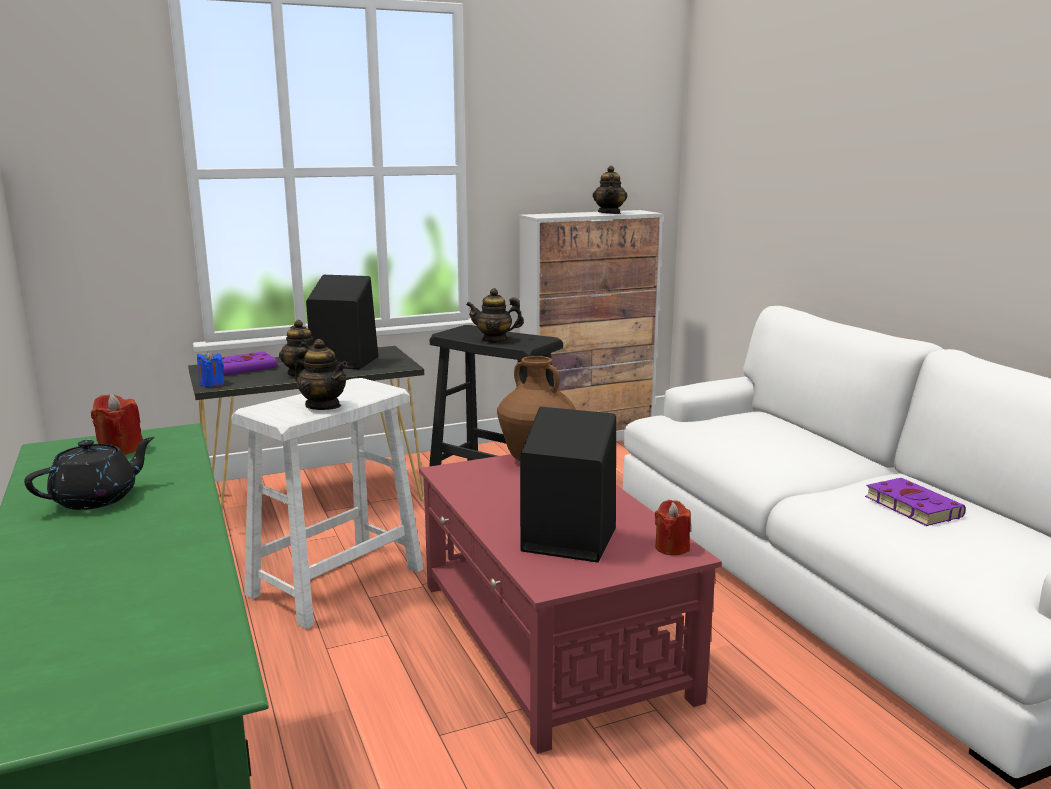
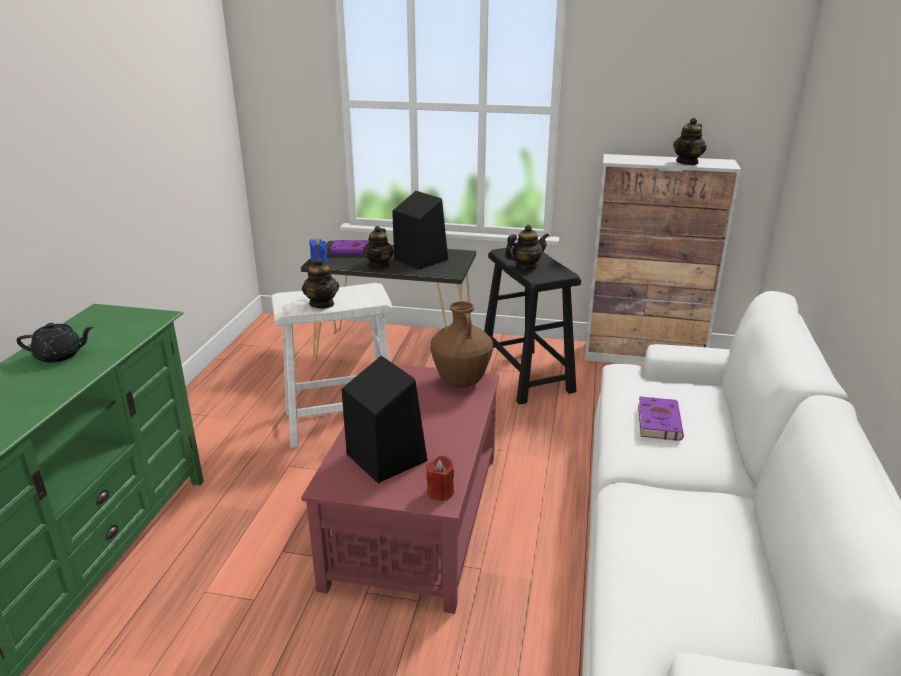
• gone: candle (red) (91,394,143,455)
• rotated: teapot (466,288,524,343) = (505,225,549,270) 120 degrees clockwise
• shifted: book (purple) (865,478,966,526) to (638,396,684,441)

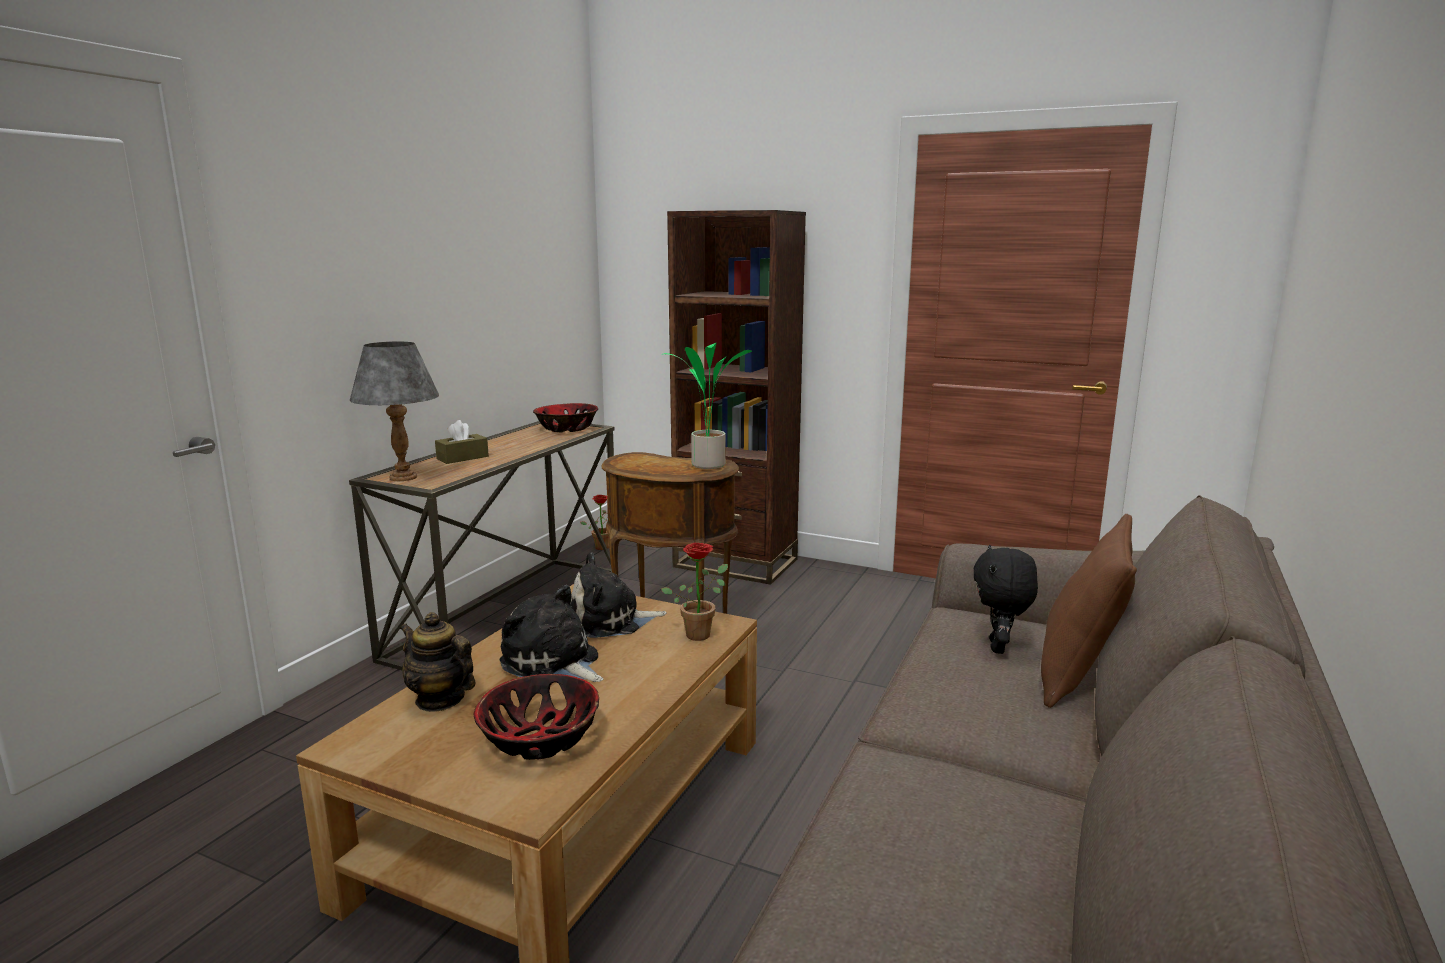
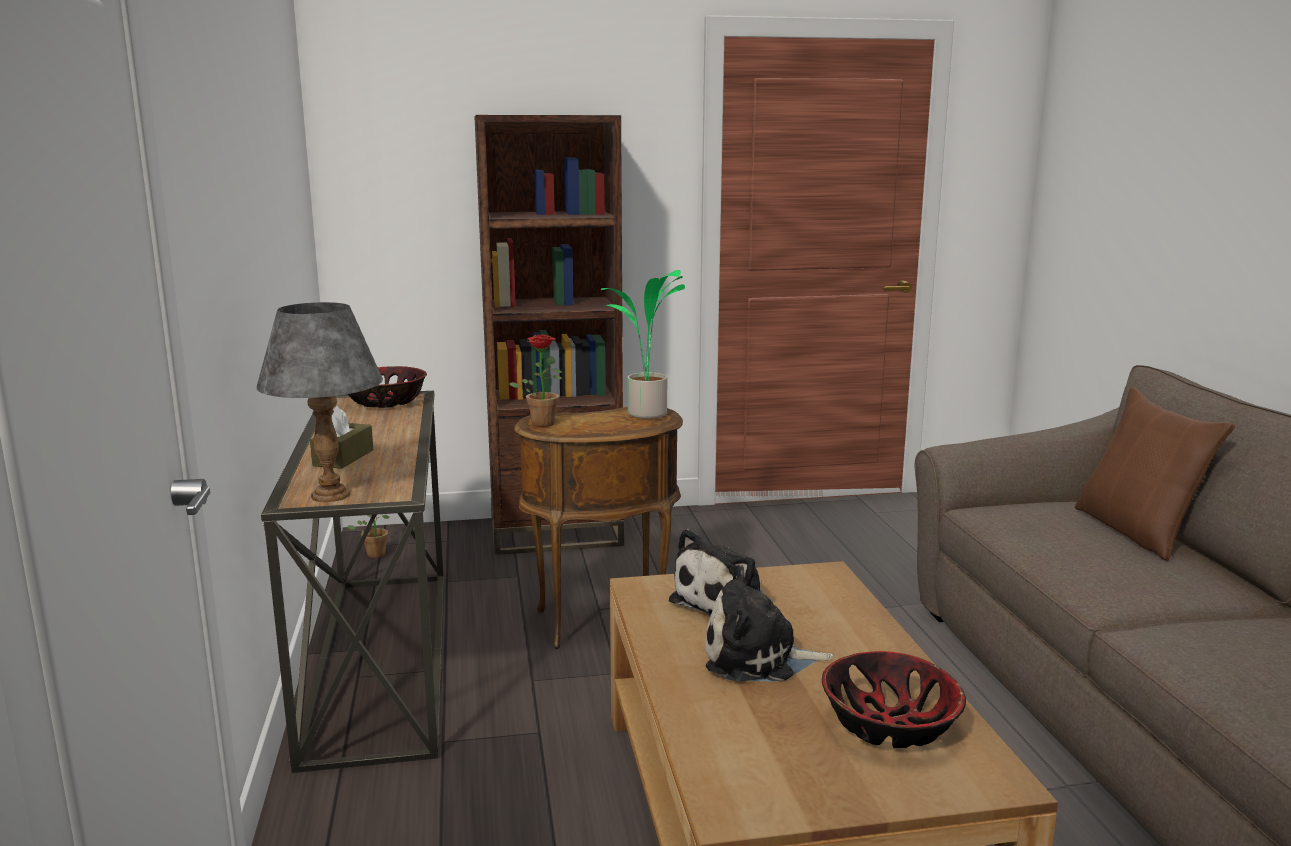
• gone: teapot (400,612,475,712)
• shifted: potted plant (661,543,728,641) to (509,334,562,427)
• gone: plush toy (black) (974,545,1038,654)

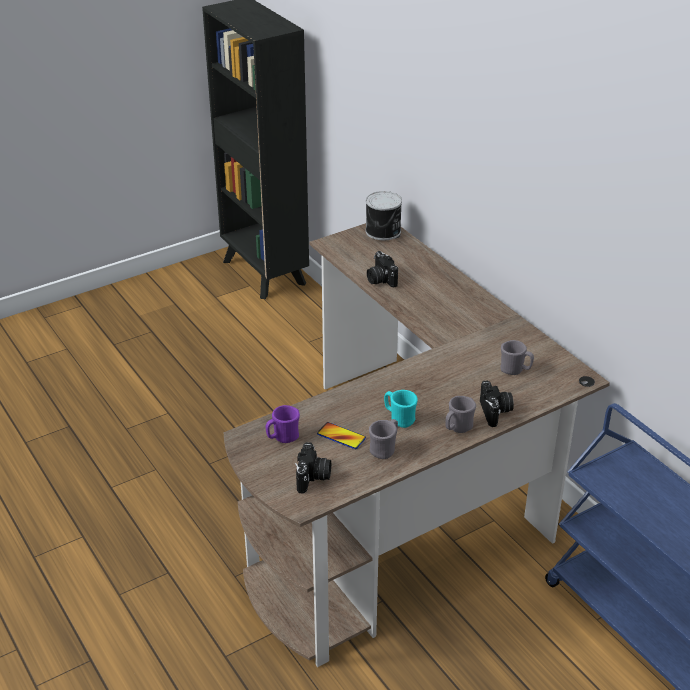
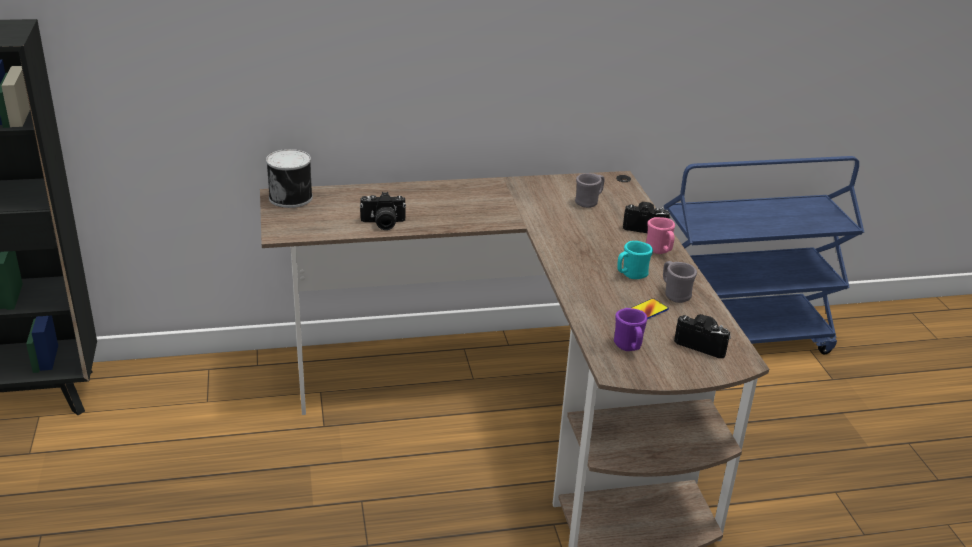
• repainted: mug (grey) (446,396,476,433) to mug (pink) (646,217,675,254)

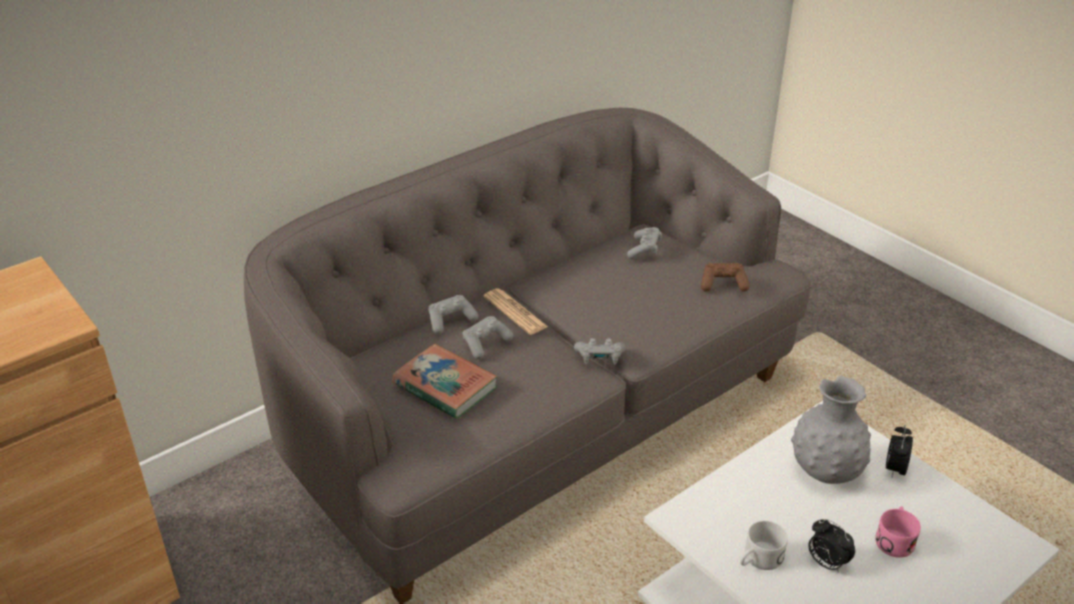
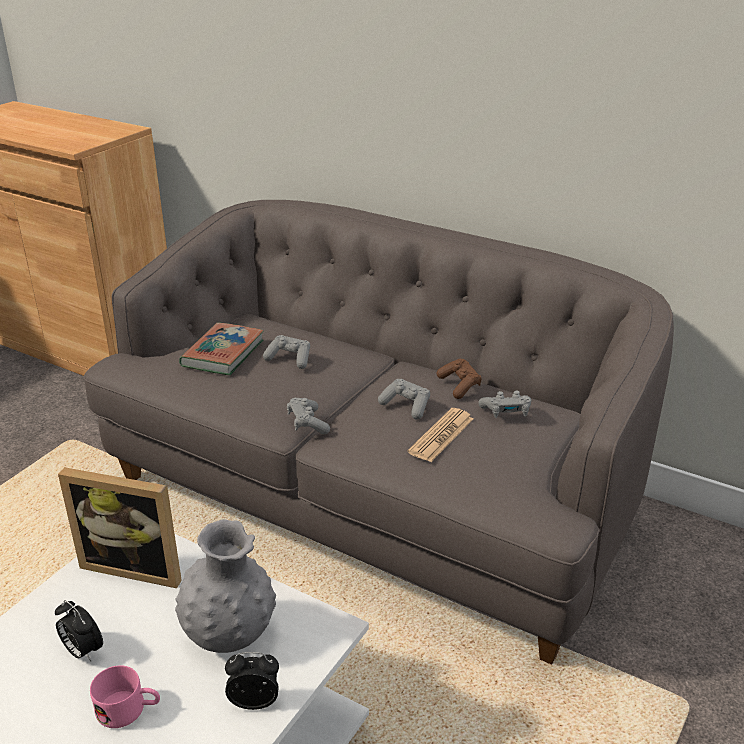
• shifted: game controller (grey) (428,295,479,334) to (378,379,430,420)
• shifted: newspaper (483,289,548,335) to (408,408,474,462)
• shifted: game controller (brown) (701,263,750,292) to (436,359,481,399)
• gone: mug (white) (740,521,788,570)
• rotated: alarm clock (808,519,855,573) = (55,600,103,661) 75 degrees counterclockwise
• new: picture frame (58,467,182,588)

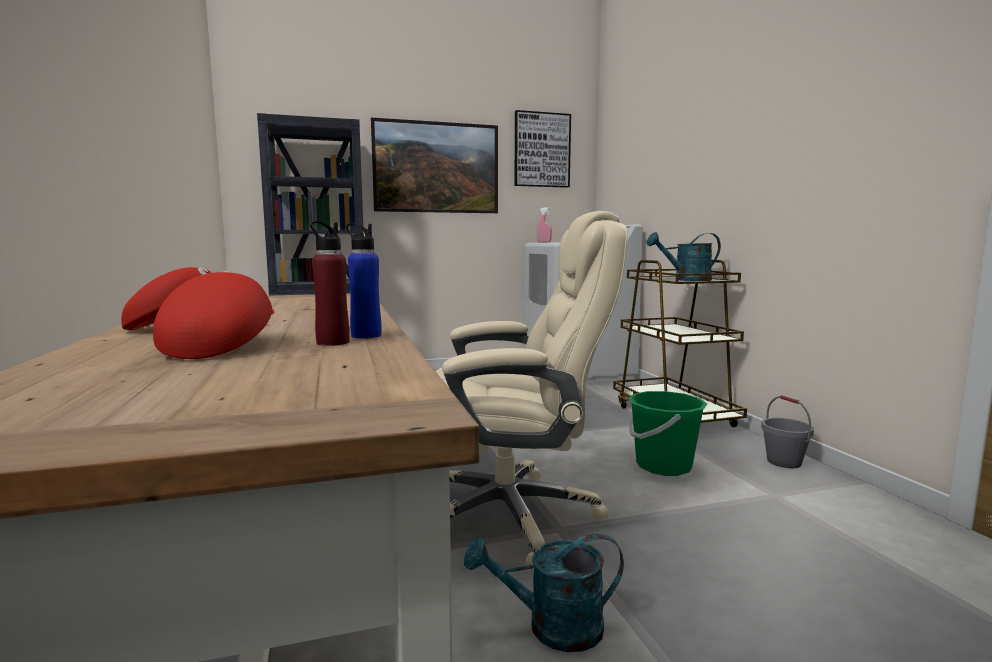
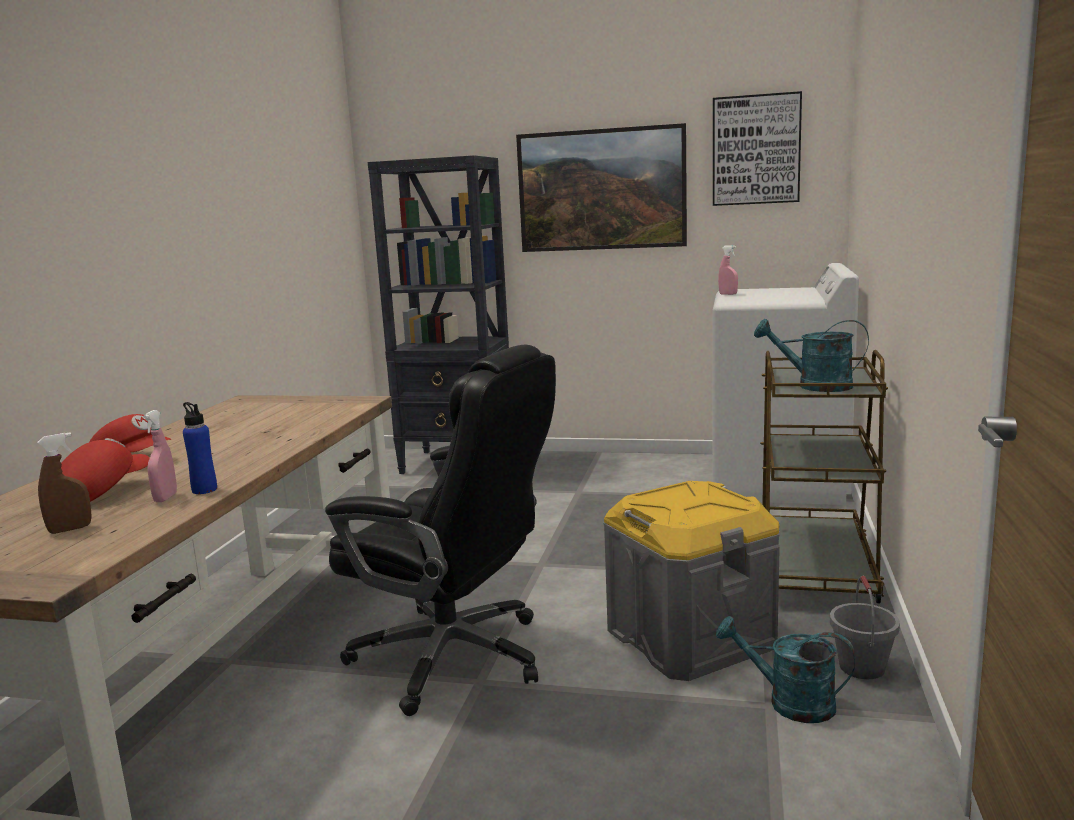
• swapped: bottle (red) (310,221,350,346) to spray bottle (pink) (143,410,177,502)
• repainted: office chair (beige) (436,211,628,570) to office chair (black) (325,345,556,716)
• shifted: watering can (turquoise) (464,533,624,652) to (716,616,856,723)
• swapped: bucket (green) (628,391,707,476) to storage box (grey) (603,481,780,681)
• new: spray bottle (brown) (37,432,92,534)

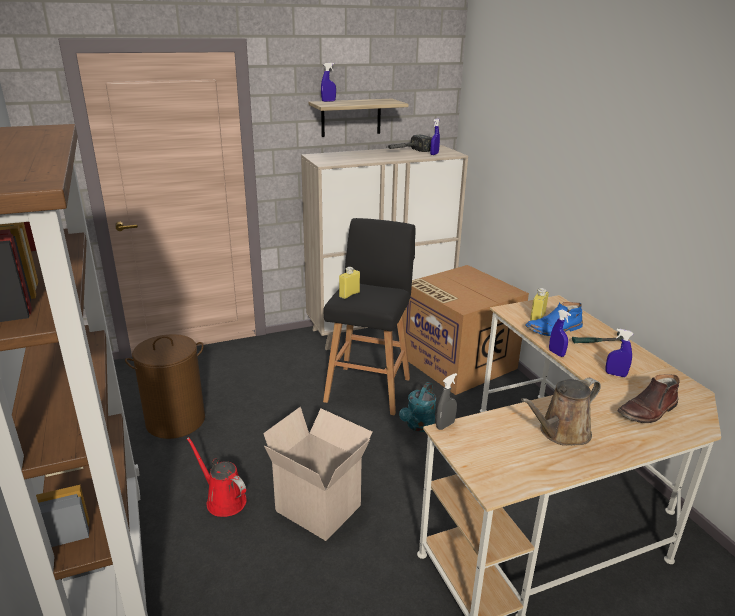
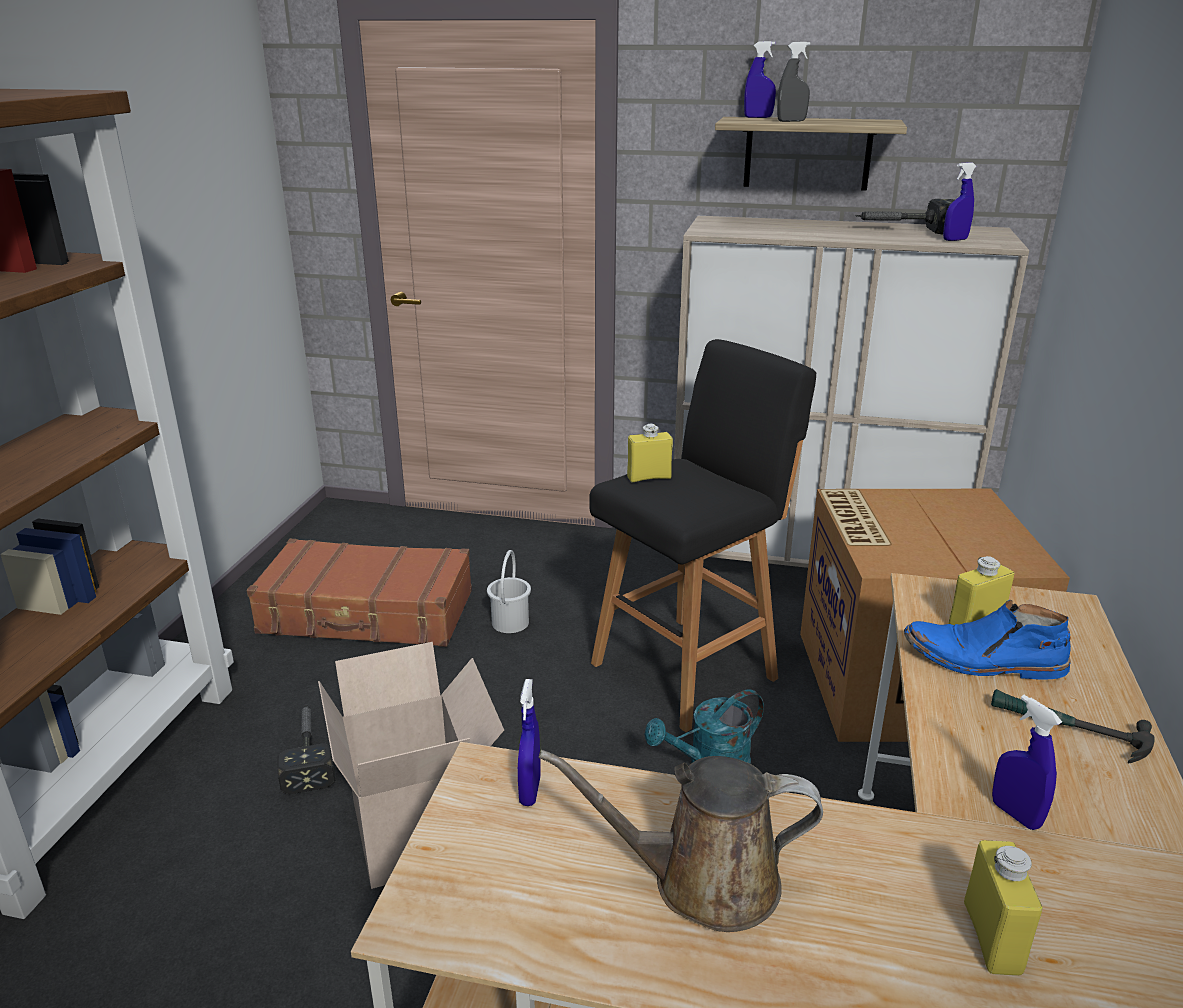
• swapped: laundry basket (brown) (125,334,205,439) to suitcase (brown) (247,539,472,647)
• swapped: watering can (red) (187,437,246,517) to hammer (277,705,335,794)
• shifted: spray bottle (grey) (436,373,457,430) to (777,42,811,122)
• shifted: spray bottle (blue) (549,310,571,357) to (518,679,541,806)
• swapped: boot (brown) (617,374,680,423) to bottle (yellow) (964,840,1043,976)
• new: bucket (white) (487,550,531,633)

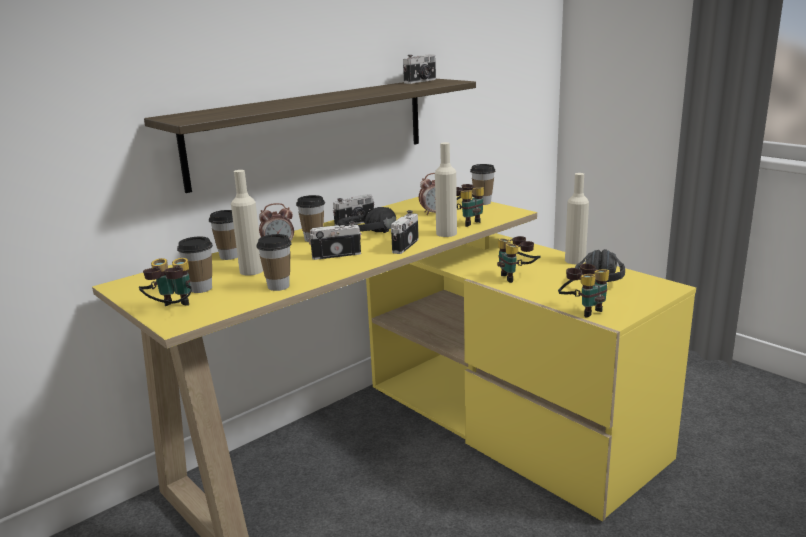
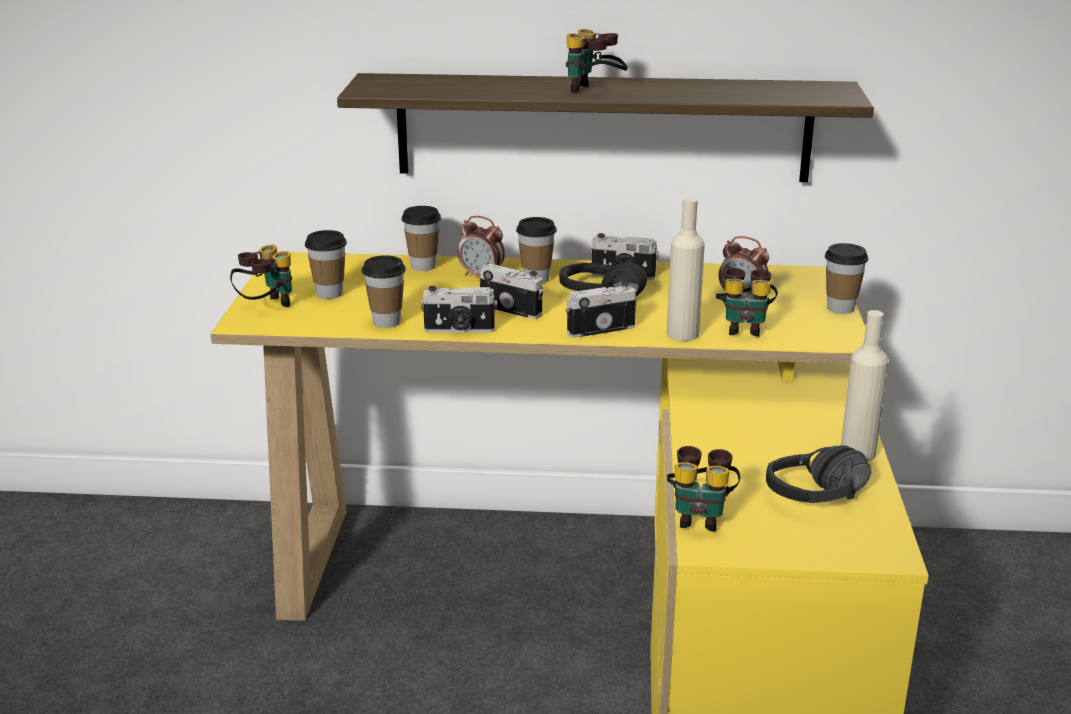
• gone: bottle (beige) (231,170,263,276)
• shifted: photo camera (403,54,436,84) to (420,286,497,332)
• shifted: binoculars (497,236,540,283) to (566,29,628,93)

